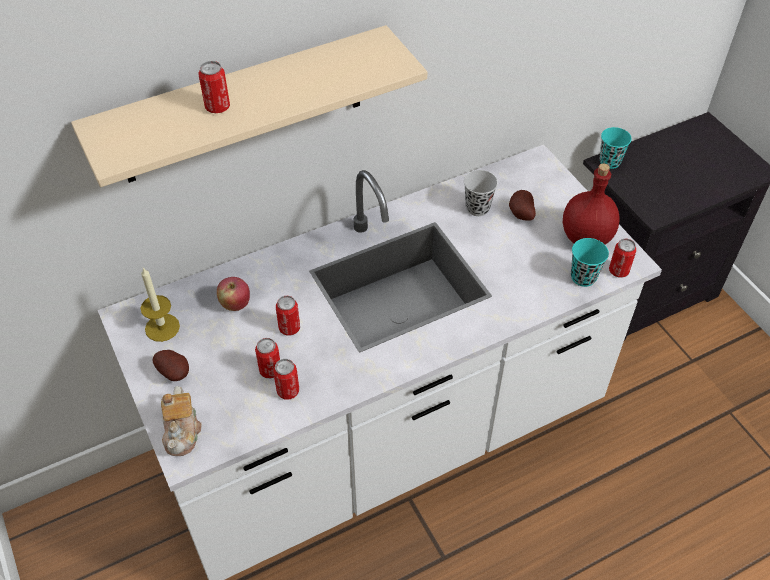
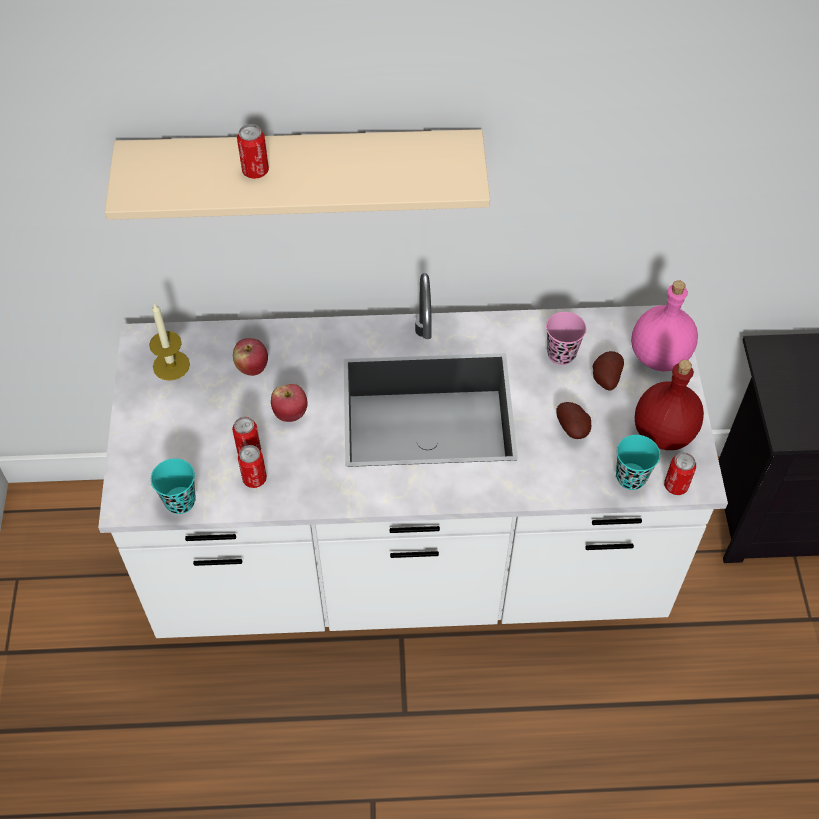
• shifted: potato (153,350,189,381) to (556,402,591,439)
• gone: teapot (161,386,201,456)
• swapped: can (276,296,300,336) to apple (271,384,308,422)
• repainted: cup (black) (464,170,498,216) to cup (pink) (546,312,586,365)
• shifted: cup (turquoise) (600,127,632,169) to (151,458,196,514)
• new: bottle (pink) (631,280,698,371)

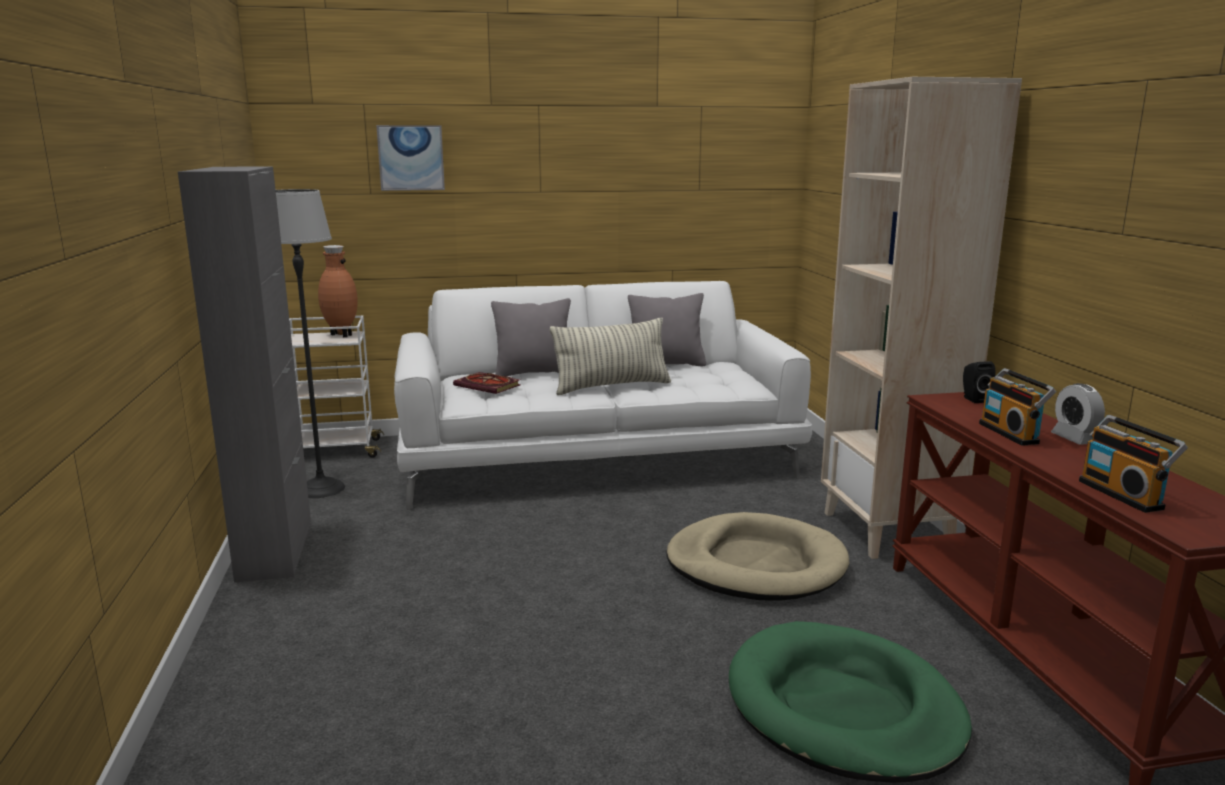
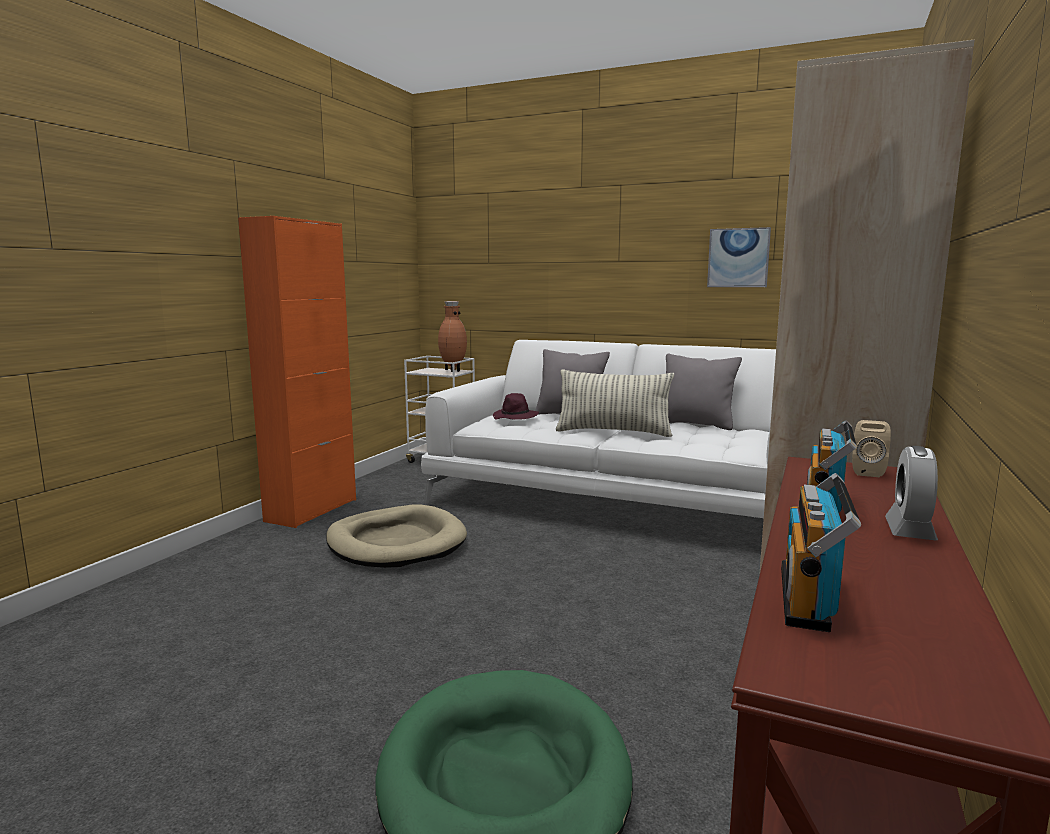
• repainted: cabinet (grey) (178,166,311,582) to cabinet (orange) (238,216,356,528)
• gone: floor lamp (276,189,345,498)
• shifted: picture (376,125,445,191) to (707,227,771,287)
• swapped: book (453,372,521,394) to hat (purple) (493,393,539,420)
• shifted: dog bed (beige) (666,512,849,601) to (326,504,467,568)
• repainted: speaker (black) (963,361,996,403) to speaker (beige) (852,420,891,477)

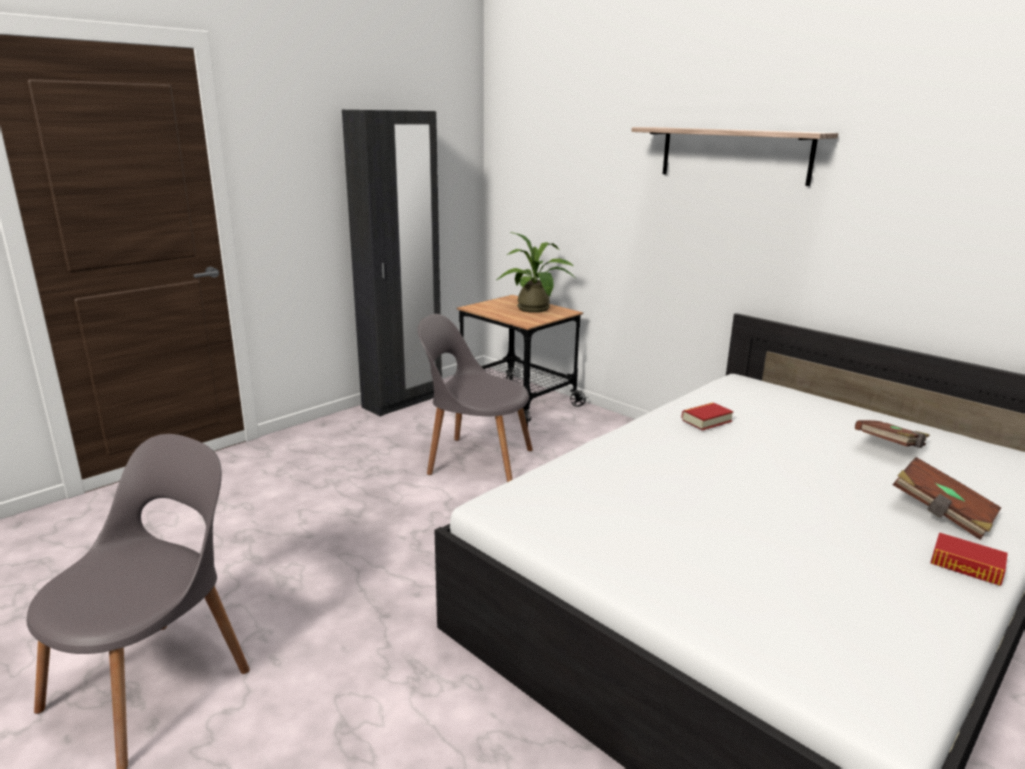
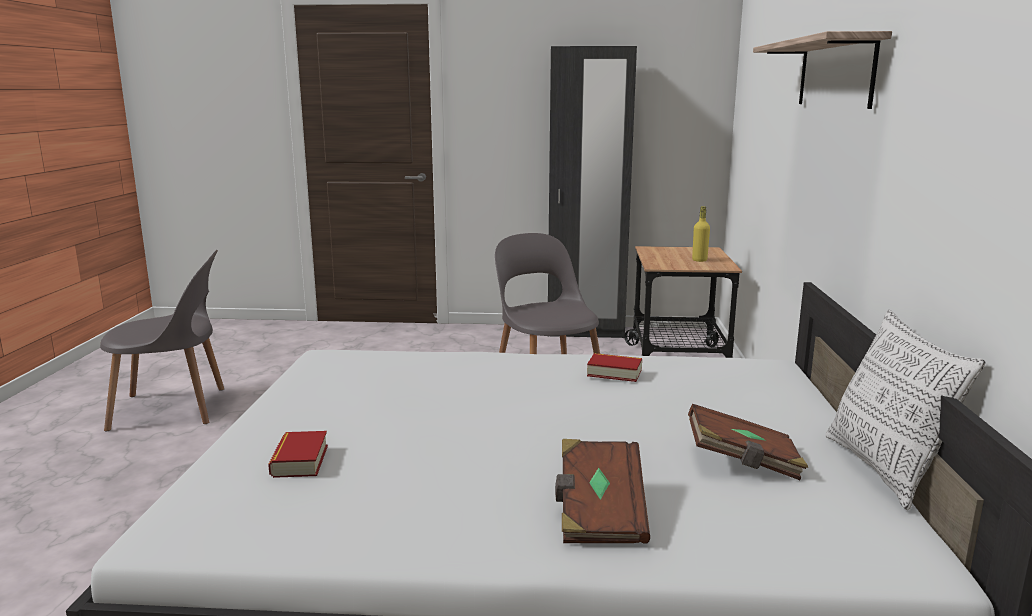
• swapped: potted plant (496,232,576,313) to bottle (yellow) (692,206,710,262)
• shifted: book (931,532,1008,586) to (268,431,328,478)
• new: pillow (825,310,985,510)

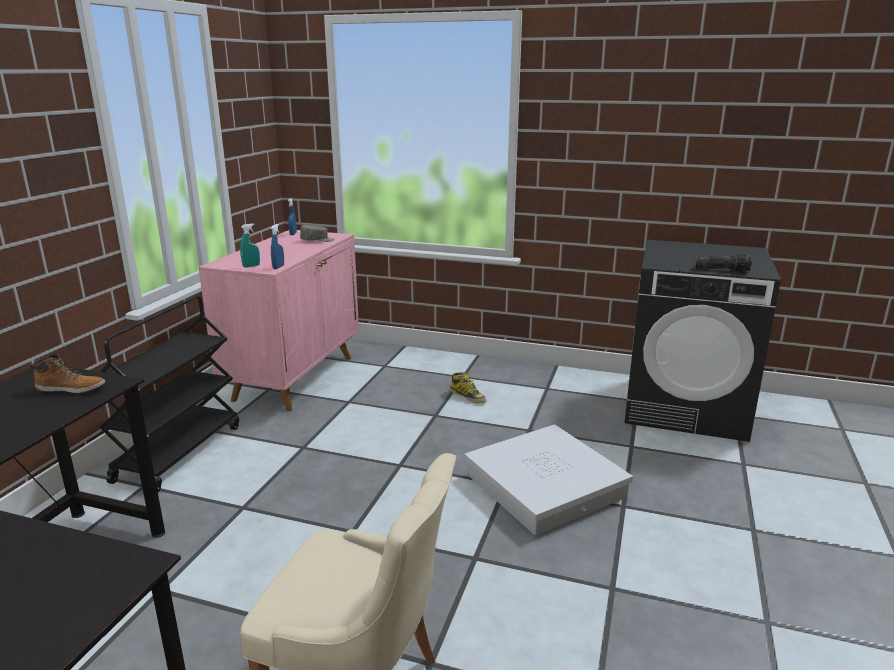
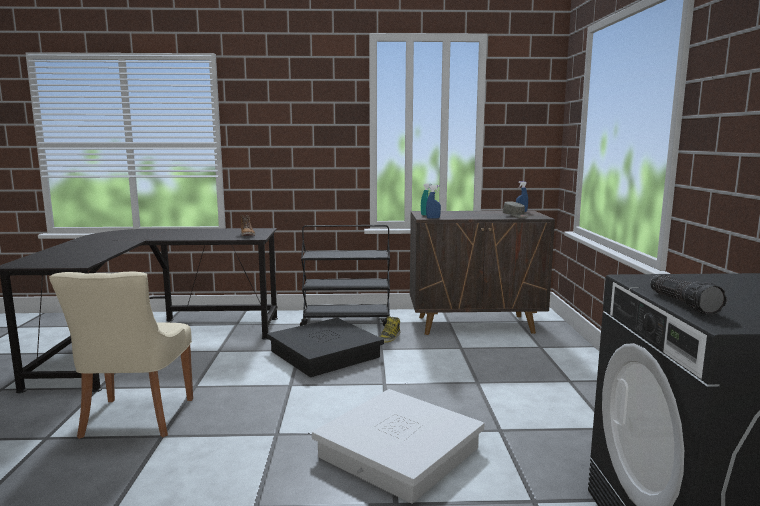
• repainted: cabinet (pink) (198,230,359,411) to cabinet (brown) (410,211,555,335)
• shifted: boot (450,372,487,403) to (380,316,400,343)
• new: storage box (black) (267,318,384,377)

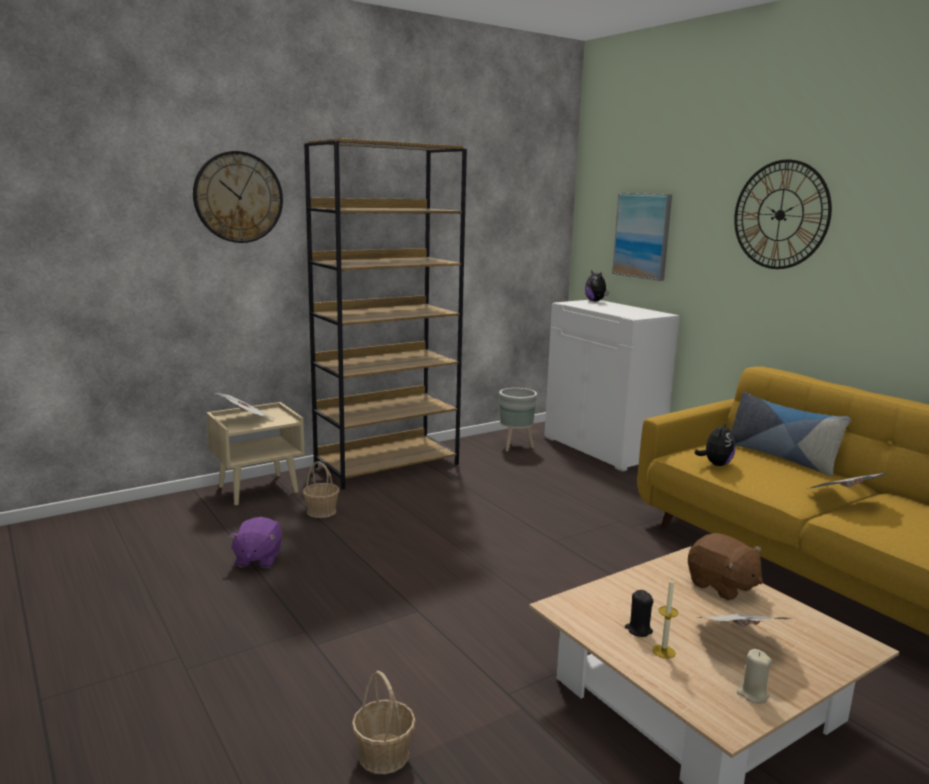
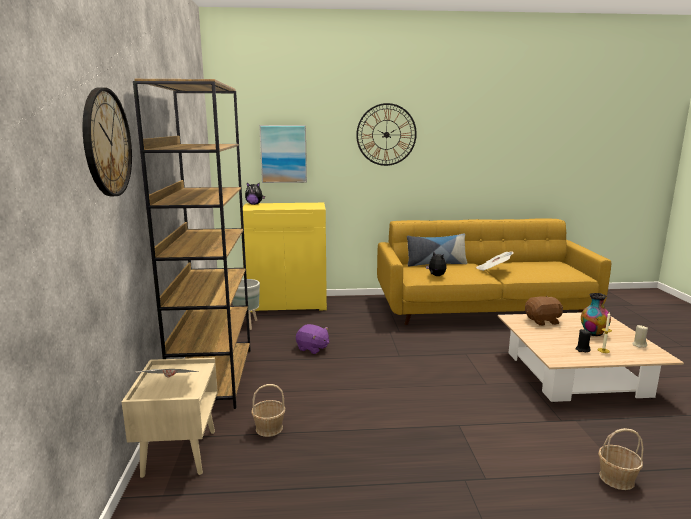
• shifted: plush toy (purple) (229,517,282,568) to (296,324,329,354)
• repainted: cabinet (white) (544,300,680,472) to cabinet (yellow) (240,203,327,312)
• swapped: newspaper (697,613,793,627) to vase (581,293,611,336)

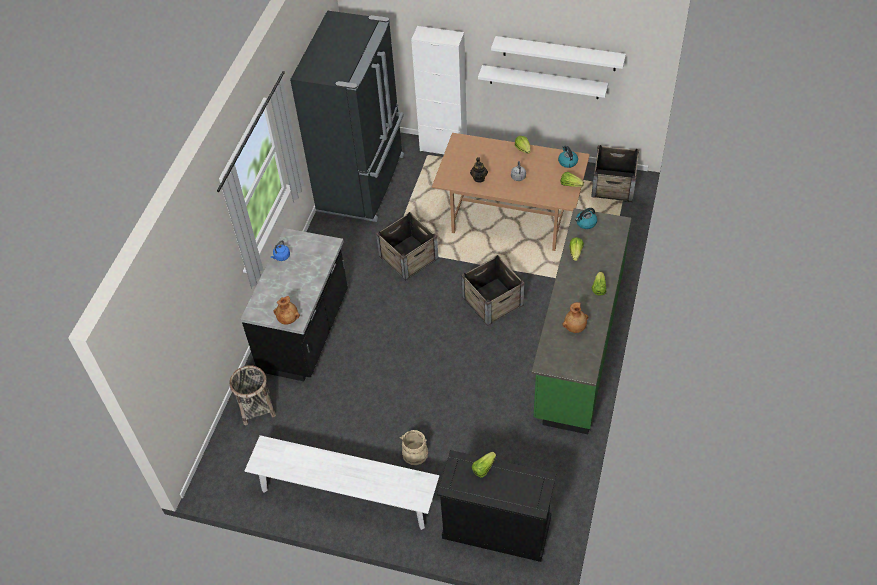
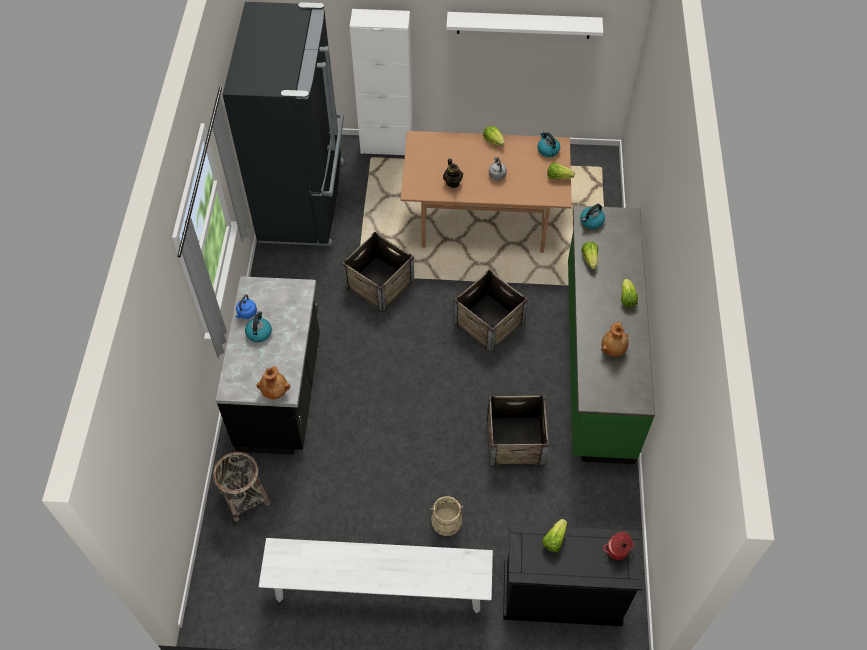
• gone: shelf (white) (478,65,608,99)
• shifted: crate (591,145,639,202) to (487,395,549,466)
• new: kettle (245,311,272,342)
• new: cooking pot (603,532,634,560)

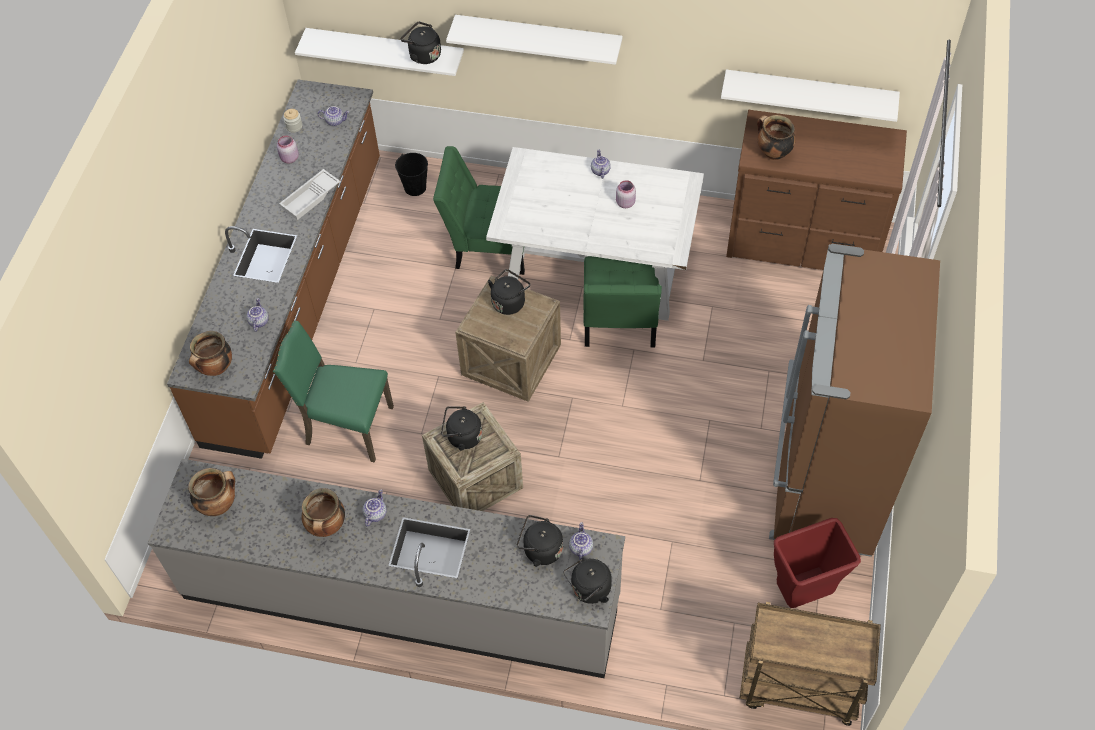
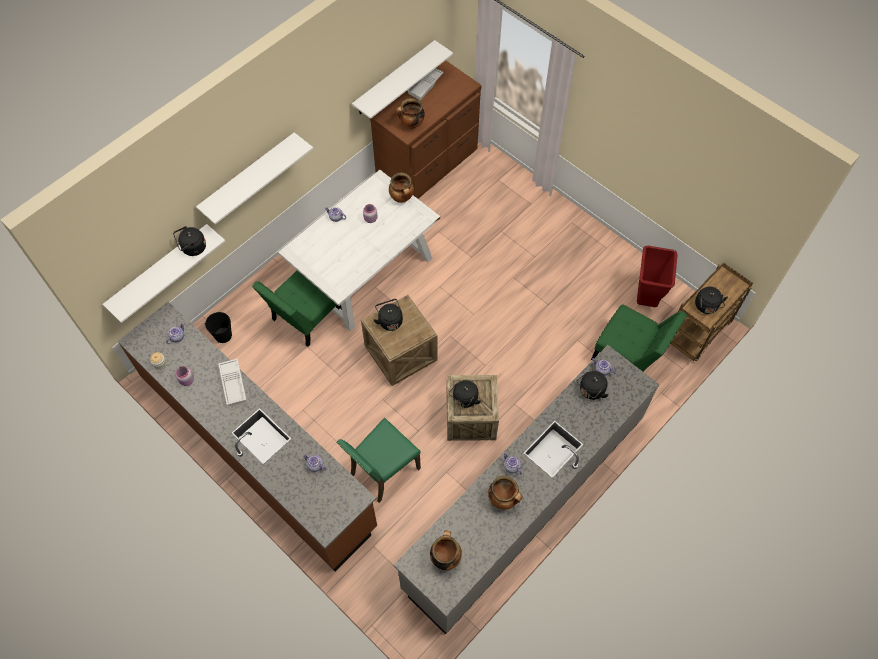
• shifted: cooking pot (189,331,232,376) to (389,173,414,203)
• shifted: kettle (black) (563,559,612,604) to (695,286,728,314)
• shifted: chair (green) (583,256,662,347) to (591,304,687,372)
• gone: fridge (brown) (769,244,940,557)
• new: tray (white) (407,68,444,100)

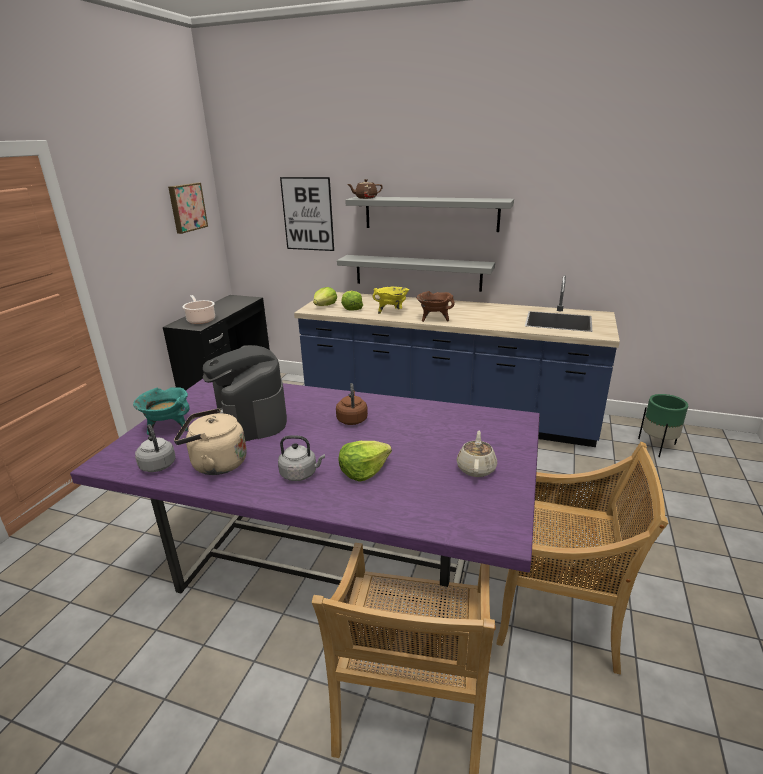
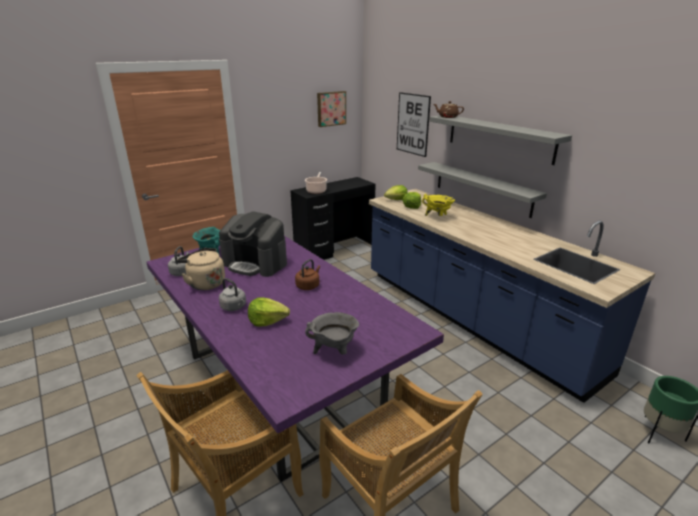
• rotated: coffee machine (203,345,287,441) = (219,211,287,277) 75 degrees counterclockwise
• gone: cooking pot (brown) (417,291,454,322)
• swapped: teapot (beige) (457,431,497,477) to cooking pot (grey) (305,312,359,355)

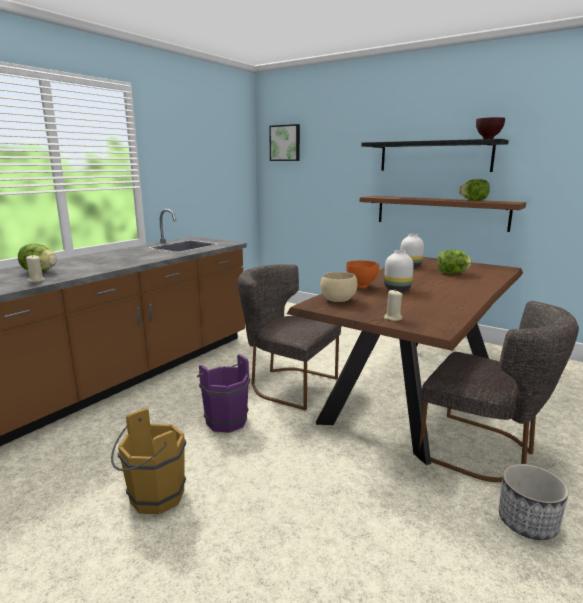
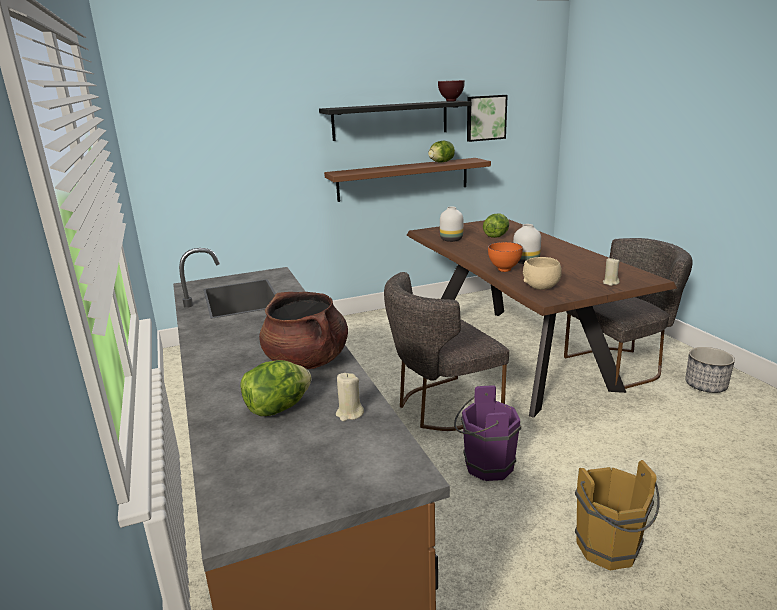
• shifted: picture (269,124,300,161) to (467,95,508,142)
• new: cooking pot (brown) (259,292,348,369)

